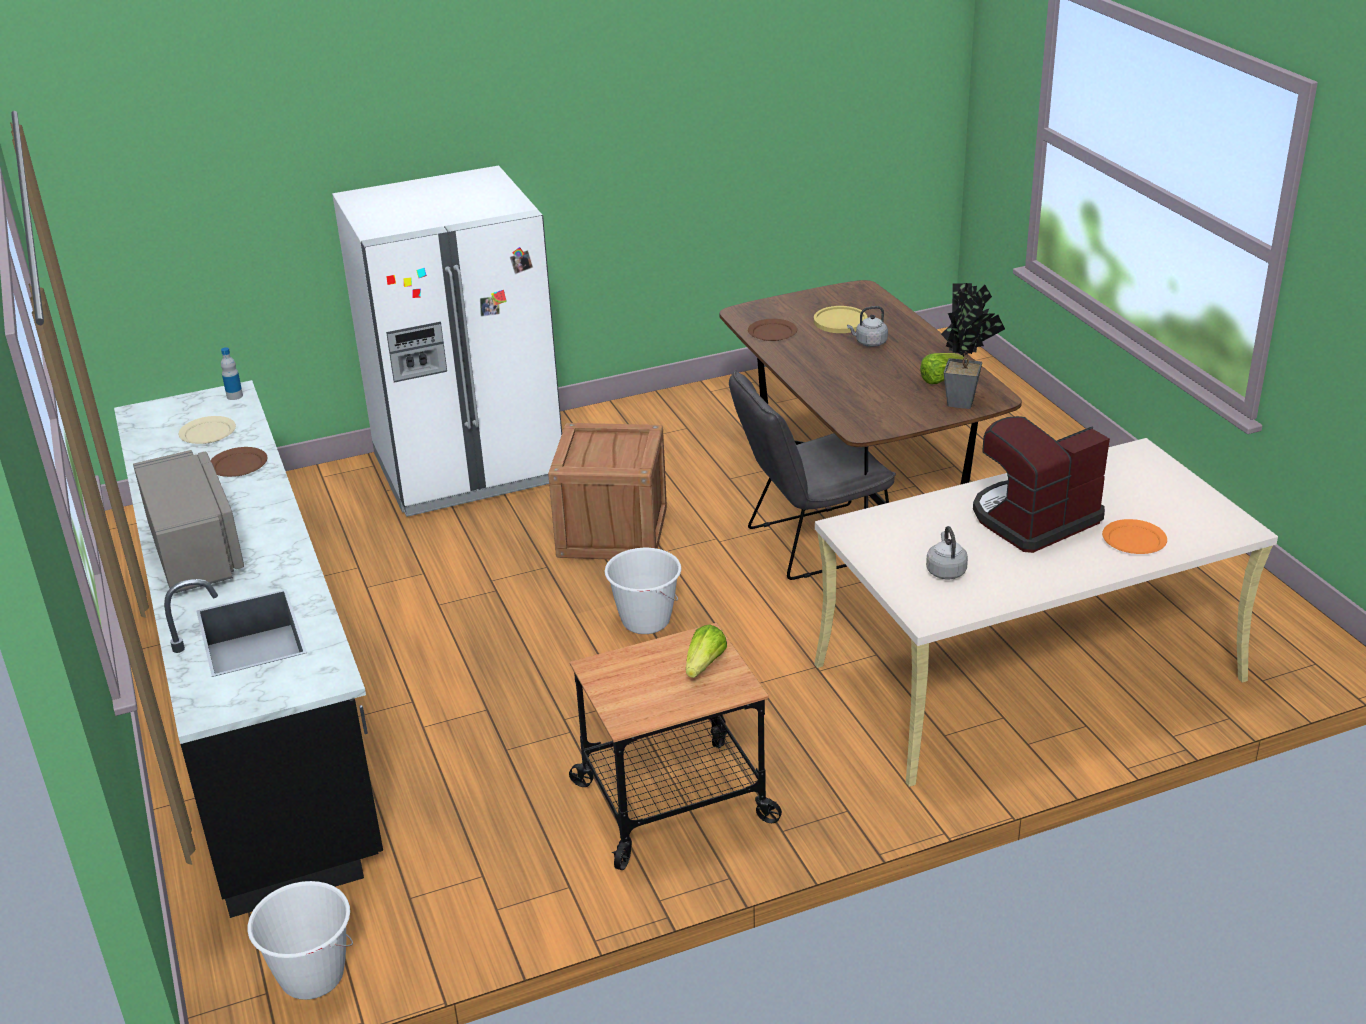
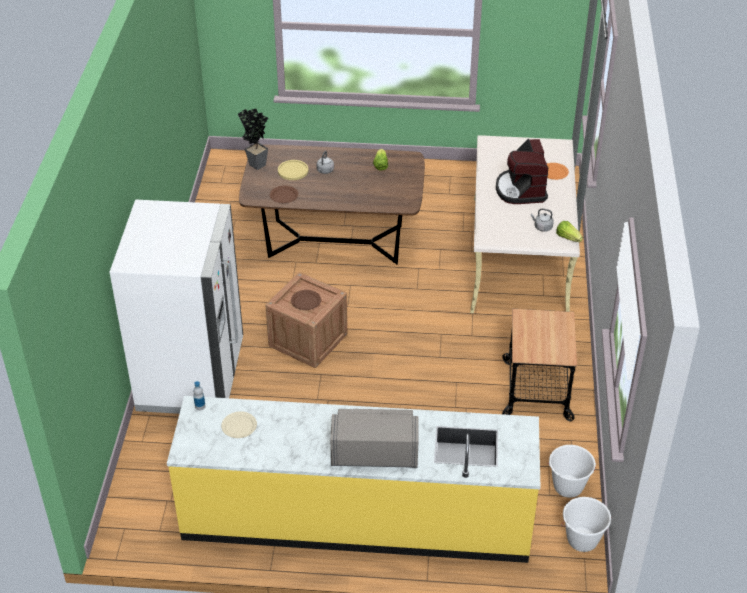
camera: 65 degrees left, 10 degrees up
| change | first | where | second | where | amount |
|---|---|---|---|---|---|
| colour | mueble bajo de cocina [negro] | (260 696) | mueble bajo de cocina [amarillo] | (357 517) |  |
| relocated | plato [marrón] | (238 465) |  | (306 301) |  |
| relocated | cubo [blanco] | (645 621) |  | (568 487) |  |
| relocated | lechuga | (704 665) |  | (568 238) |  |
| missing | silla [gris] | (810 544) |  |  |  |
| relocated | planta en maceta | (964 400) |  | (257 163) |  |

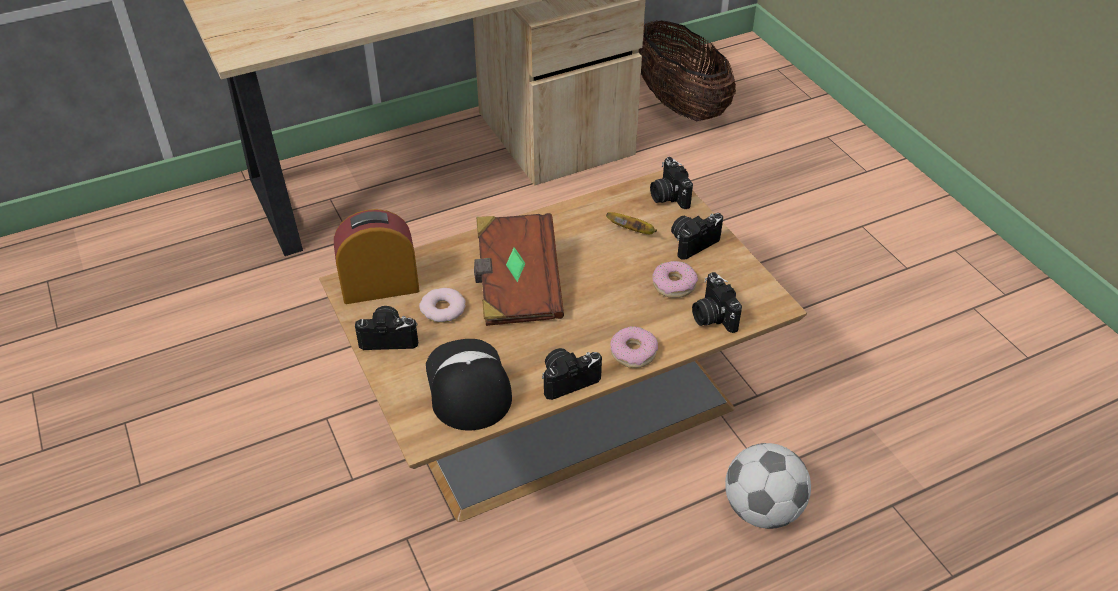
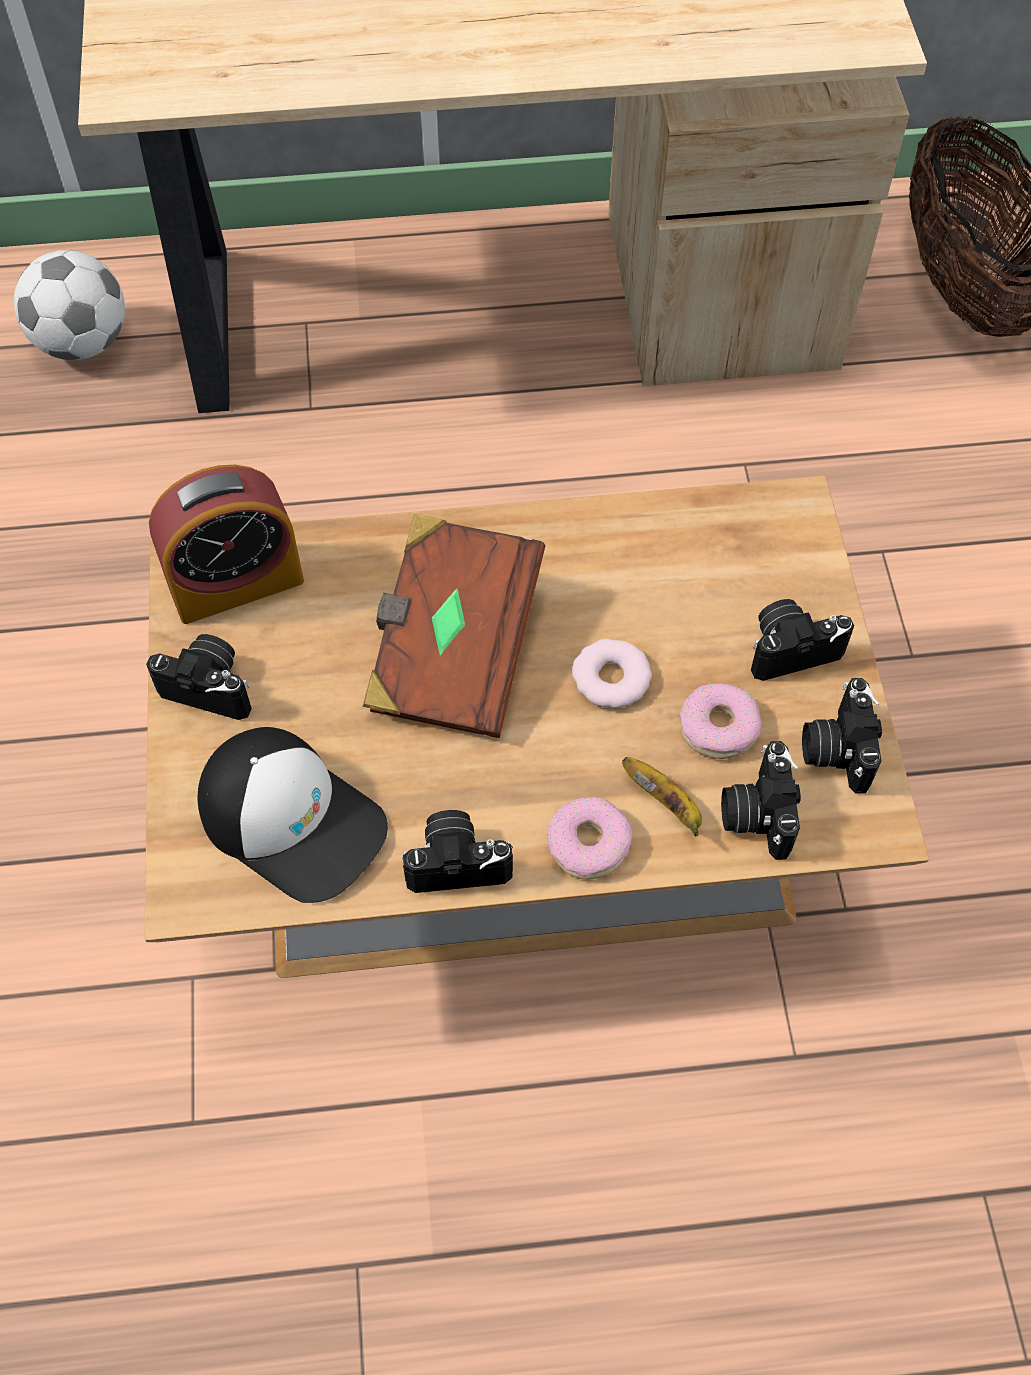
camera: 20 degrees right, 15 degrees up
| change | first | where | second | where | amount |
|---|---|---|---|---|---|
| spun | despertador | (380 287) |  | (236 583) | 150 degrees clockwise |
| relocated | rosquilla | (442 309) |  | (610 678) |  |
| spun | gorra | (467 385) |  | (293 819) | 120 degrees clockwise |
| relocated | plátano | (632 230) |  | (665 802) |  |
| relocated | cámara | (668 196) |  | (836 749) |  |
| relocated | balón de fútbol | (762 509) |  | (82 343) |  |

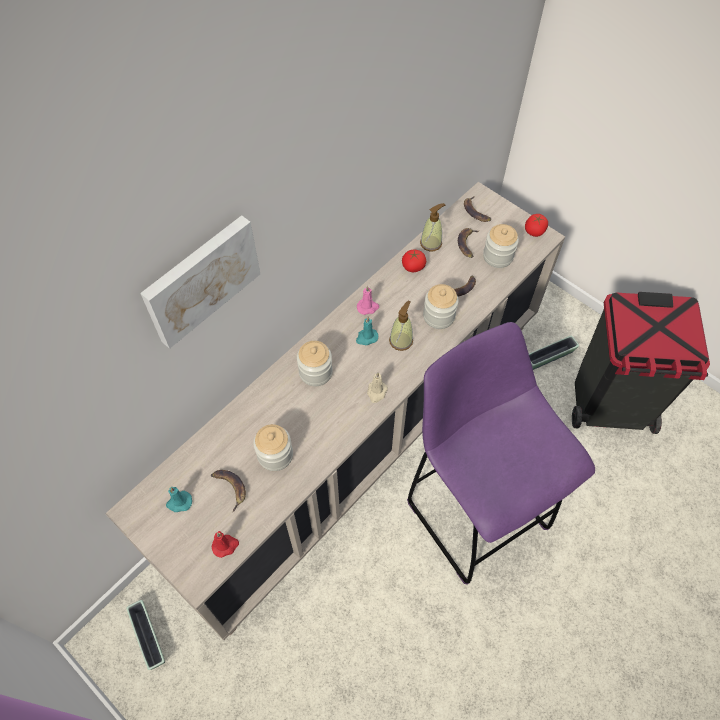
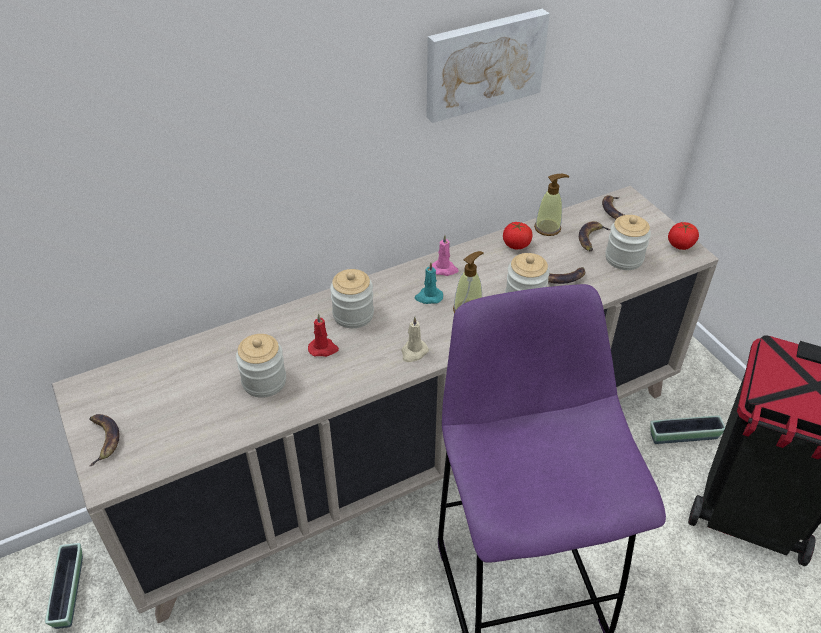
camera: 20 degrees right, 15 degrees down
| change | first | where | second | where | amount |
|---|---|---|---|---|---|
| relocated | cuadro | (200 279) |  | (483 63) |  |
| missing | vela [turquesa] | (179 502) |  |  |  |
| relocated | plátano | (229 488) |  | (103 439) |  |
| relocated | vela [rojo] | (225 545) |  | (323 349) |  |

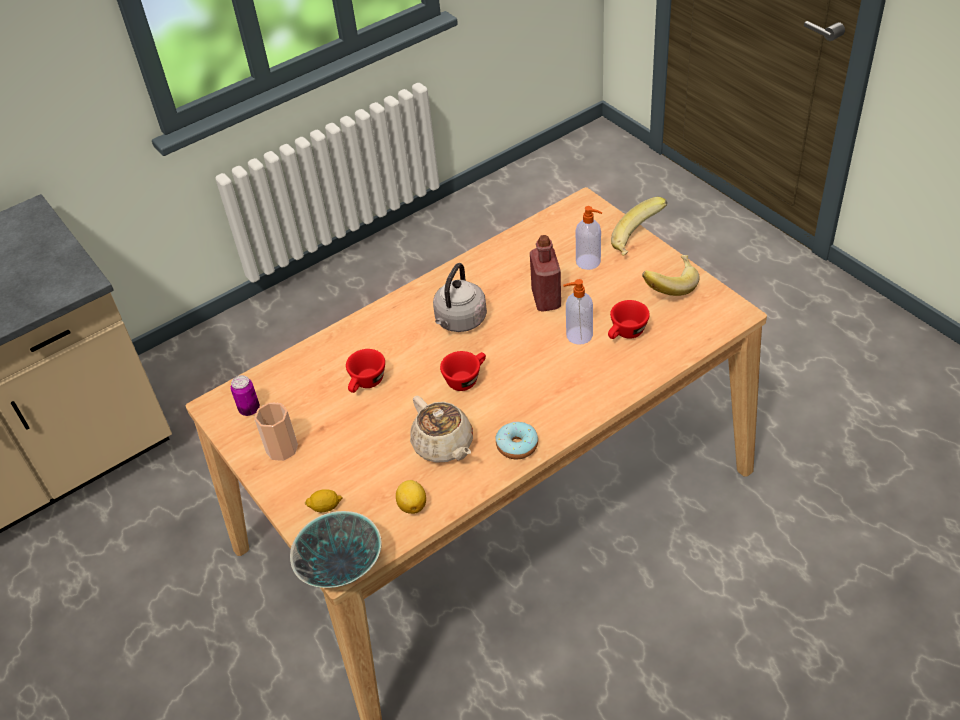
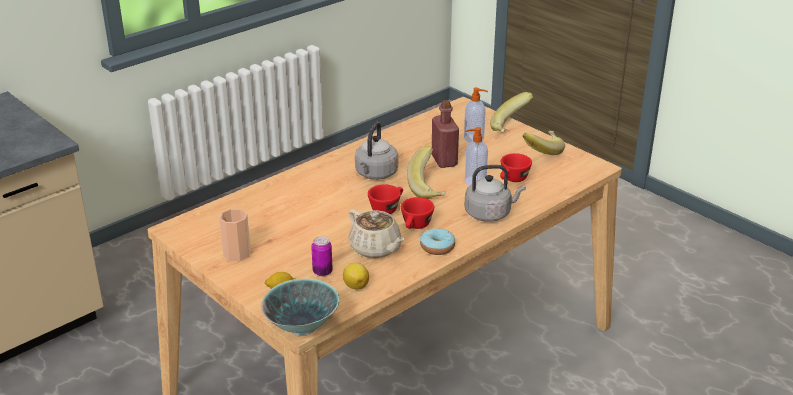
camera: 10 degrees left, 15 degrees down
| change | first | where | second | where | amount |
|---|---|---|---|---|---|
| relocated | lata | (249 409) |  | (322 272) |  |
| relocated | taza [rojo] | (366 384) |  | (416 226) |  |
| appeared |  |  | plátano | (430 188) |  |
| appeared |  |  | hervidor [gris] | (490 213) |  |

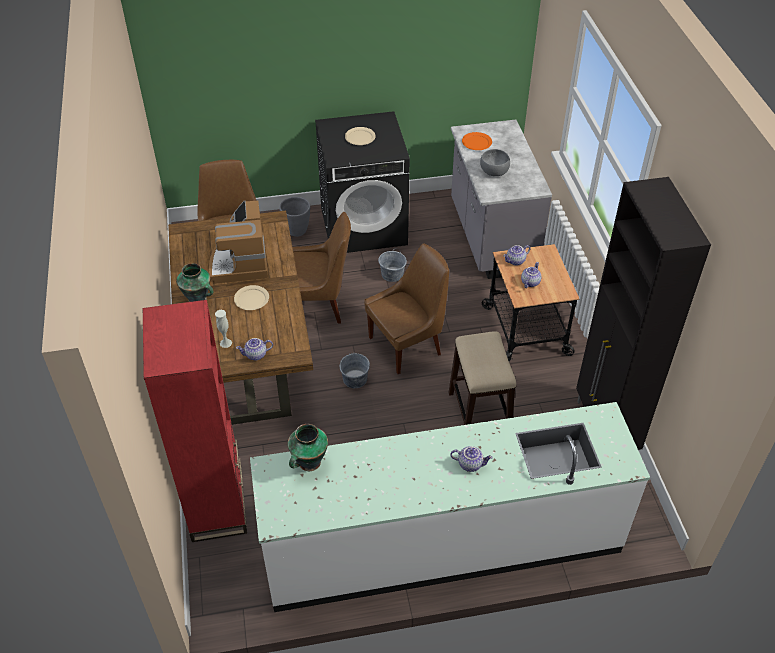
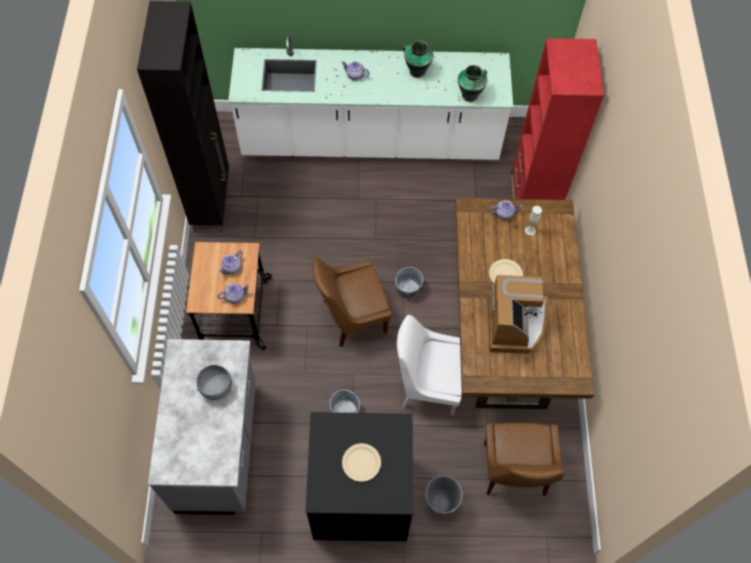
camera: 170 degrees left, 15 degrees up
| change | first | where | second | where | amount |
|---|---|---|---|---|---|
| relocated | florero | (198 299) |  | (416 71) |  |
| colour | silla [marrón] | (319 304) | silla [blanco] | (428 384) |  |
| missing | taburete | (478 415) |  |  |  |
| missing | plato [naranja] | (476 142) |  |  |  |

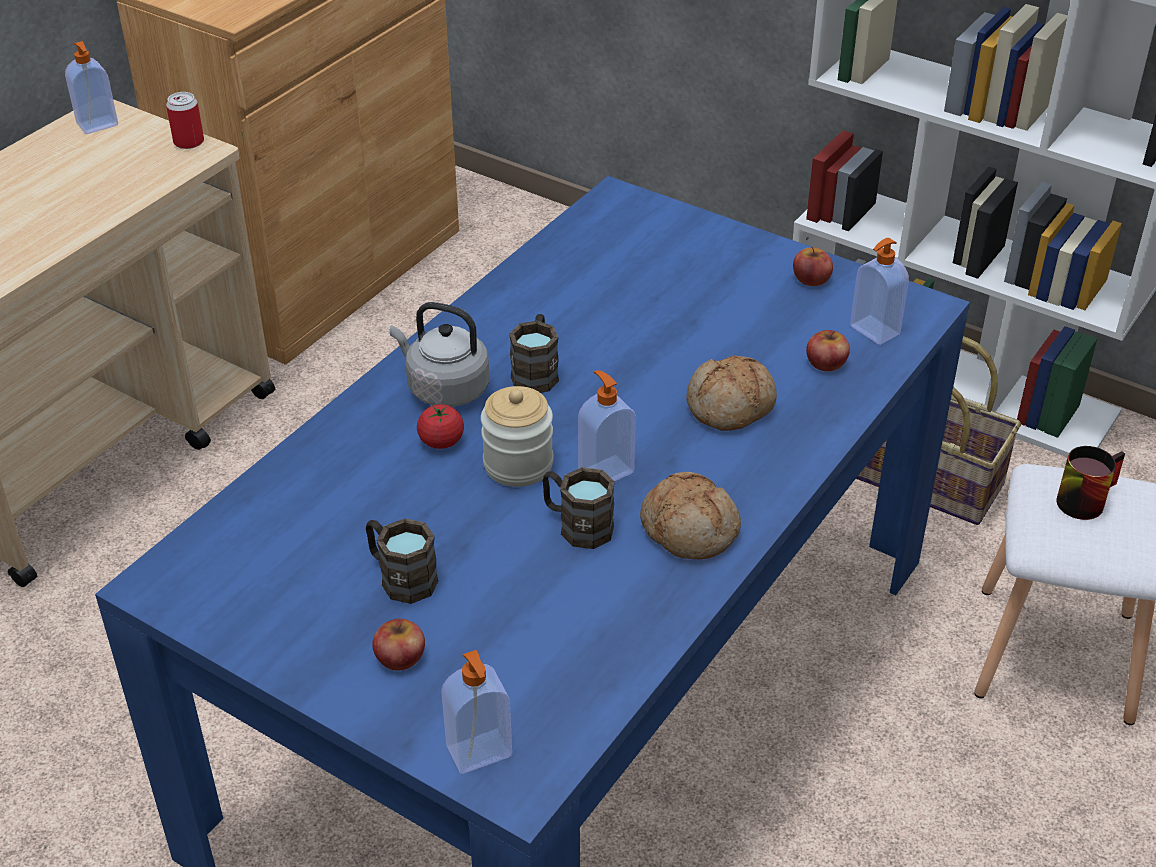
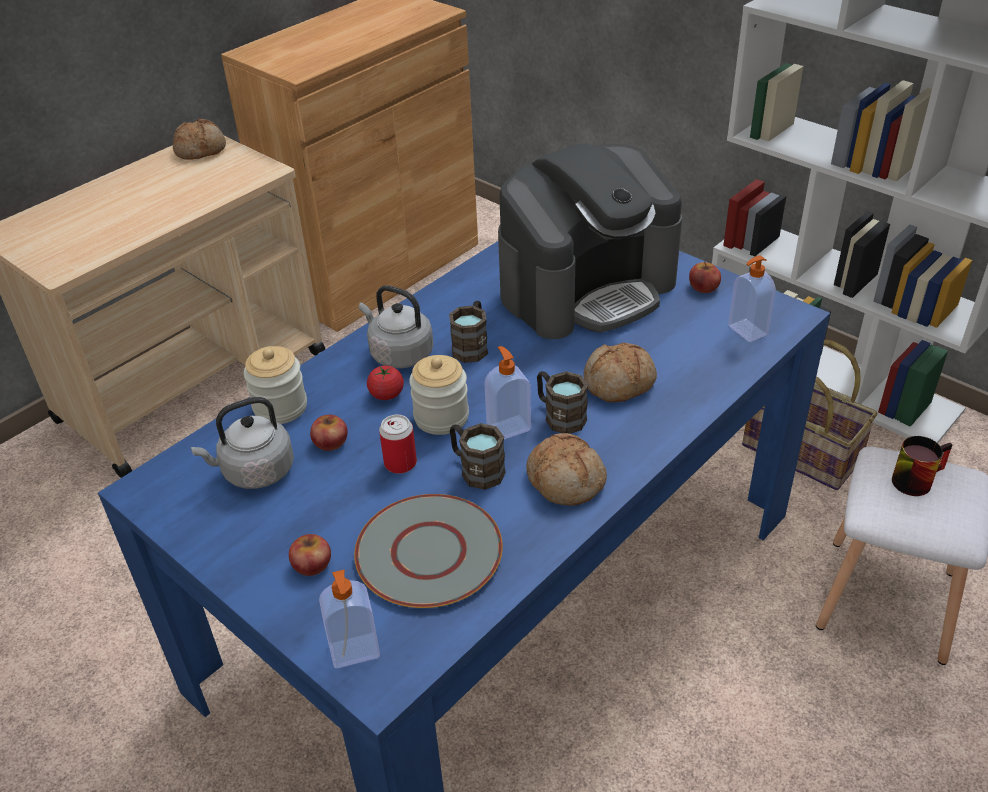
camera: 10 degrees right, 0 degrees up
| change | first | where | second | where | amount |
|---|---|---|---|---|---|
| exchanged | dispensador de jabón | (98 125) | pan | (201 149) |  |
| relocated | lata | (189 142) |  | (400 463) |  |
| relocated | taza grande [marrón] | (400 577) |  | (559 415) |  |
| relocated | manzana | (826 362) |  | (330 442) |  |
| appeared |  |  | hervidor [gris] | (254 472) |  |
| appeared |  |  | tarro | (280 407) |  |
| appeared |  |  | plato [gris] | (430 552) |  |
| appeared |  |  | cafetera | (587 288) |  |

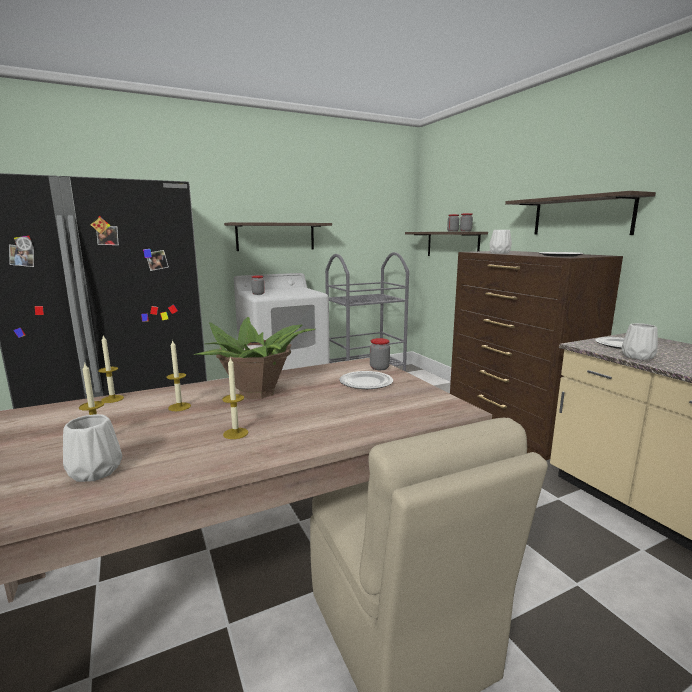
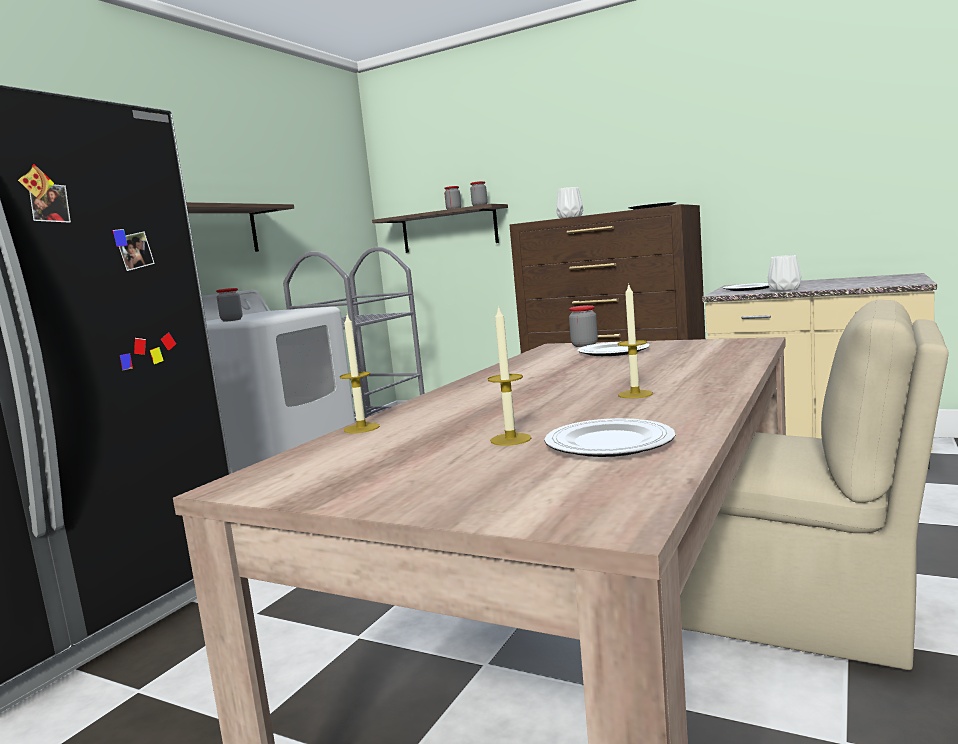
camera: 35 degrees left, 5 degrees down
| change | first | where | second | where | amount |
|---|---|---|---|---|---|
| exchanged | florero [blanco] | (93 471) | plato | (608 443) |  |
| missing | vela | (179 407) |  |  |  |
| missing | planta en maceta | (257 393) |  |  |  |
| missing | estante | (581 216) |  |  |  |

